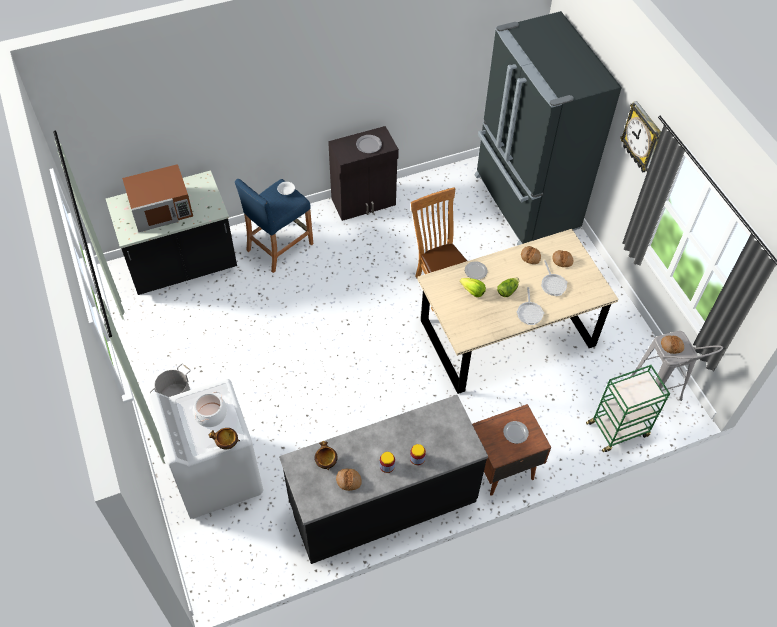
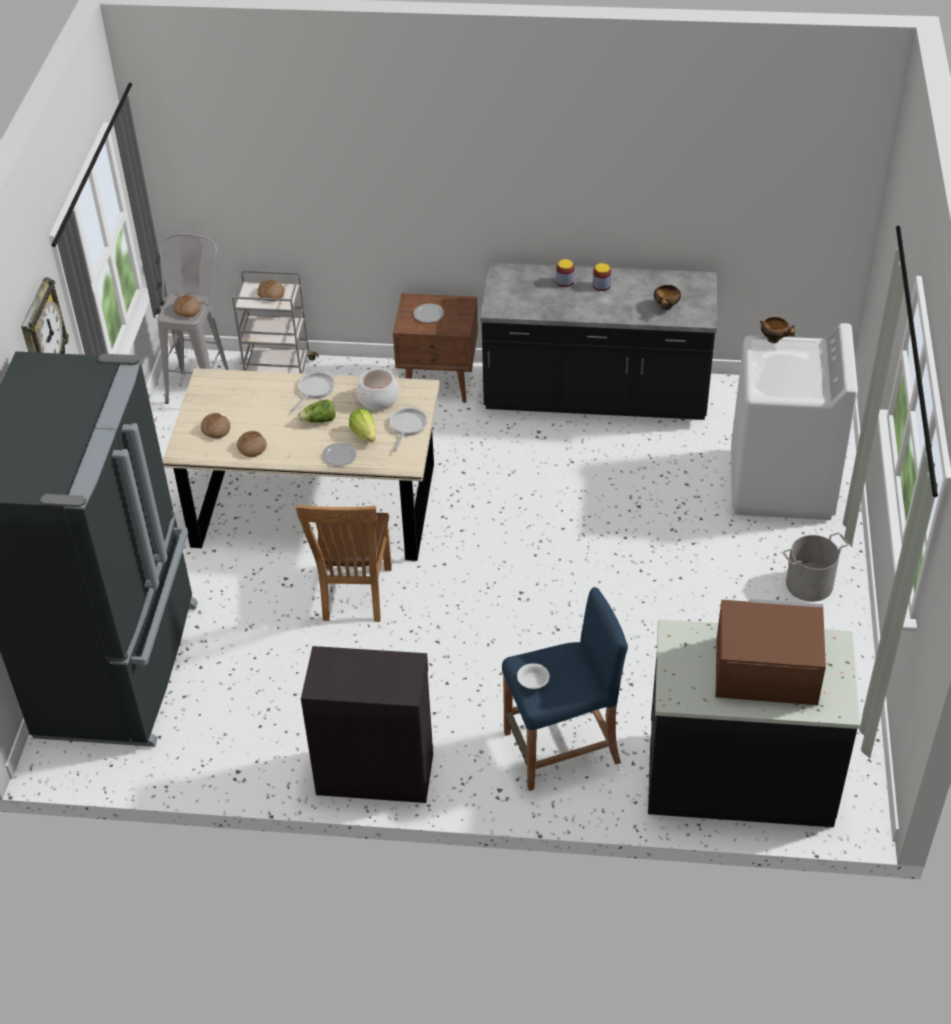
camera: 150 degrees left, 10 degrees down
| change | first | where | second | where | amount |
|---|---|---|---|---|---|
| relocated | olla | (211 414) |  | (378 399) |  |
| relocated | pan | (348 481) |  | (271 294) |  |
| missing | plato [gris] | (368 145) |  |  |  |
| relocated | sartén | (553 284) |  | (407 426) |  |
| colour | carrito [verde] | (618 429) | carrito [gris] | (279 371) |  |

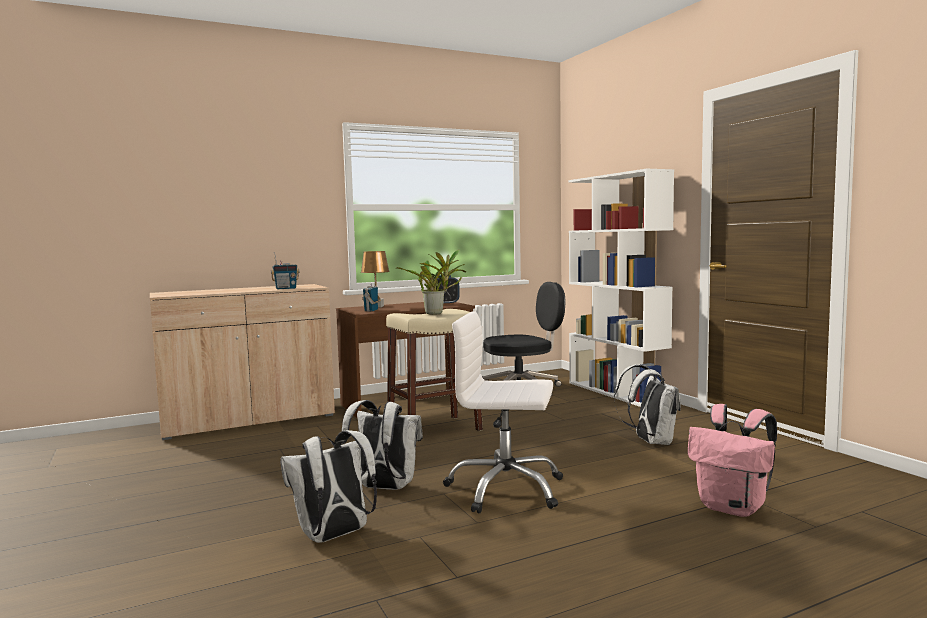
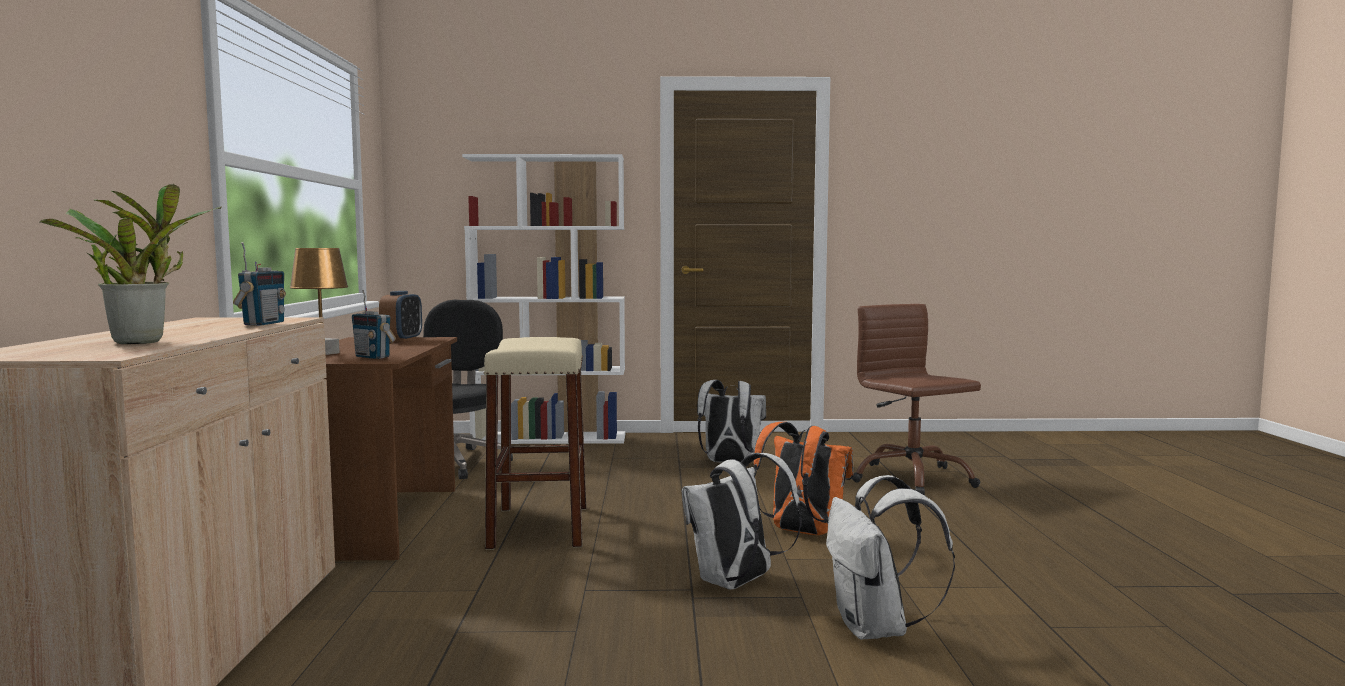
camera: 65 degrees left, 0 degrees up
| change | first | where | second | where | amount |
|---|---|---|---|---|---|
| relocated | planta en maceta | (436 313) |  | (143 341) |  |
| exchanged | silla de oficina [blanco] | (505 489) | mochila [naranja] | (801 532) |  |
| exchanged | mochila [rosa] | (733 508) | silla de oficina [marrón] | (911 479) |  |

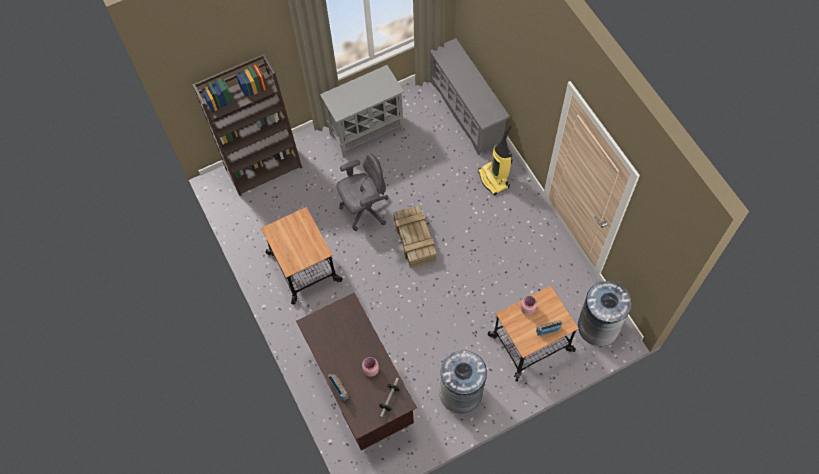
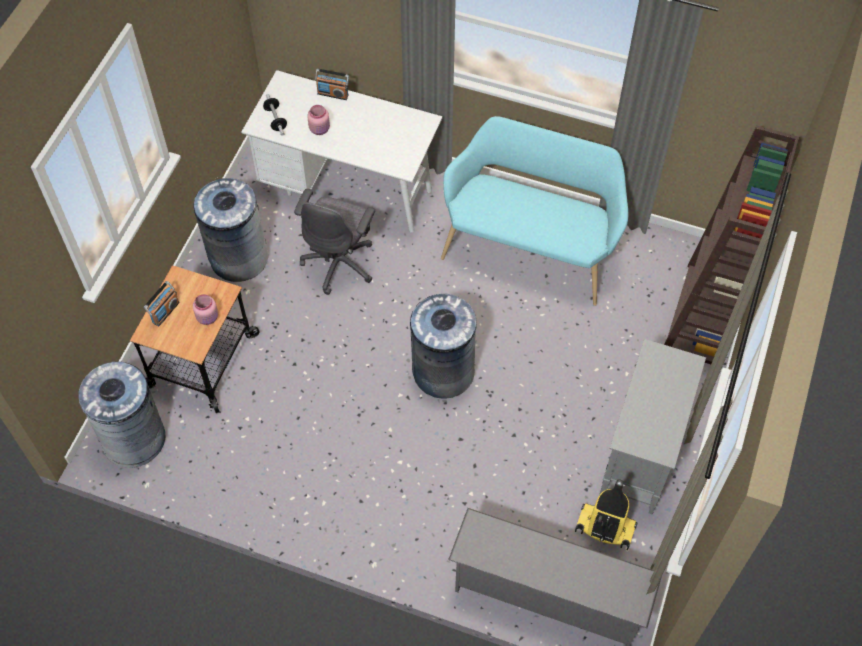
camera: 135 degrees right, 5 degrees down
| change | first | where | second | where | amount |
|---|---|---|---|---|---|
| exchanged | carrito | (303 267) | banco [turquesa] | (530 248) |  |
| colour | escritorio [marrón] | (360 387) | escritorio [blanco] | (348 189) |  |
| relocated | silla de oficina [gris] | (364 209) |  | (340 263) |  |
| exchanged | caja de embalaje | (414 239) | papelera [gris] | (443 372) |  |
| relocated | aspiradora | (494 179) |  | (604 529) |  |

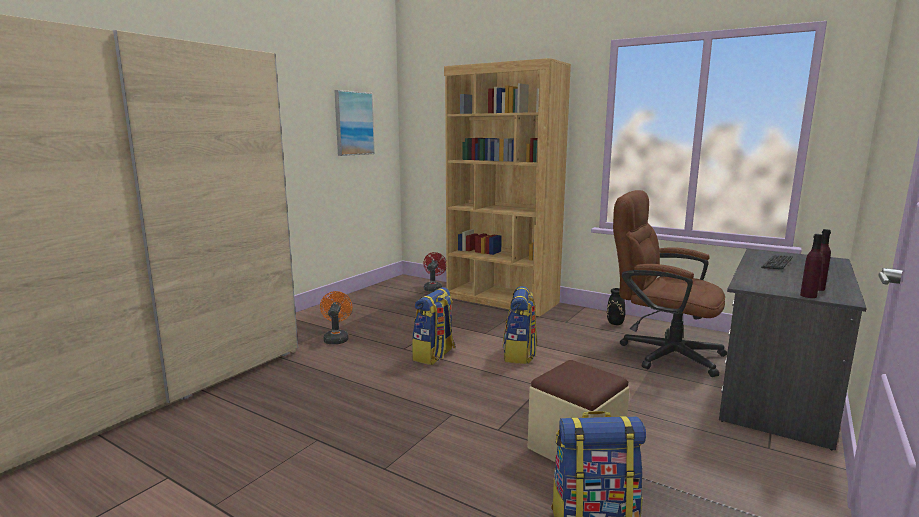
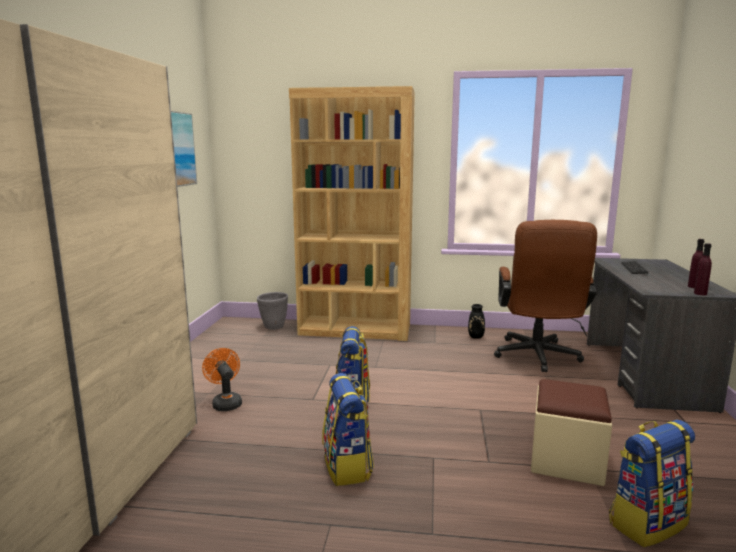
camera: 25 degrees left, 0 degrees up
| change | first | where | second | where | amount |
|---|---|---|---|---|---|
| exchanged | ventilador [rojo] | (433 288) | maceta [gris] | (273 327) |  |
| relocated | mochila | (519 355) |  | (348 467) |  |
| spun | silla de oficina [marrón] | (661 353) |  | (537 358) | 90 degrees counterclockwise |

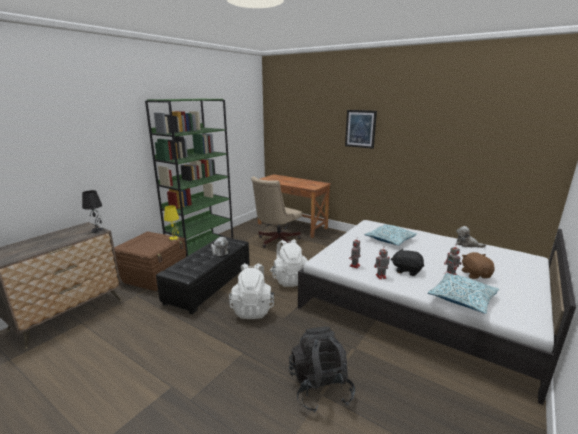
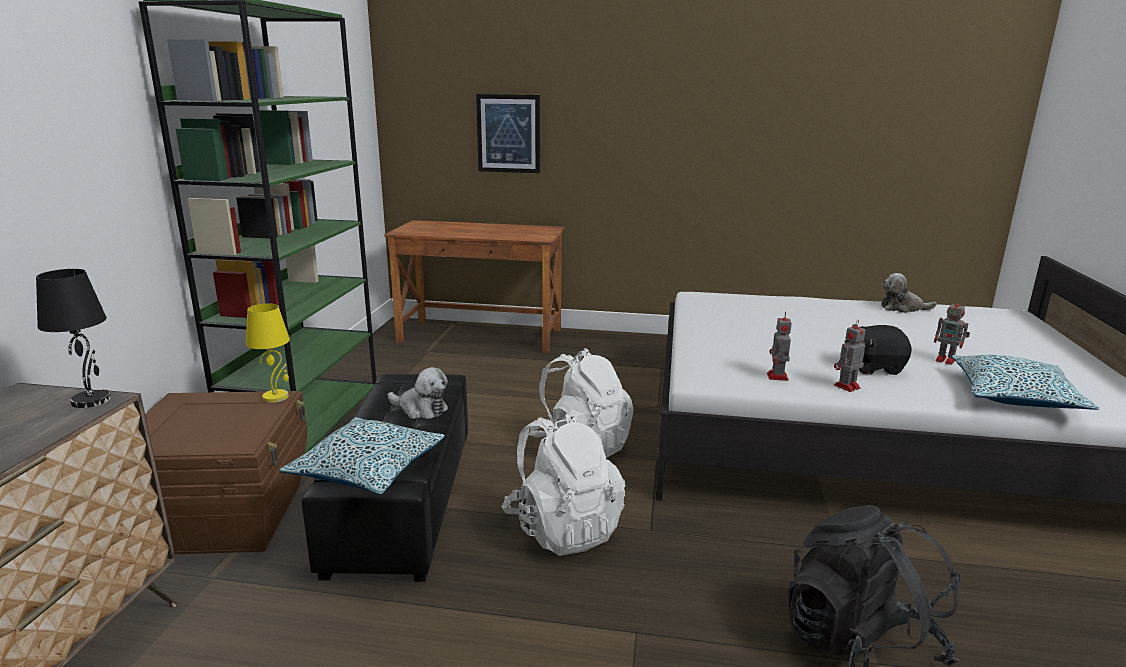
camera: 25 degrees left, 0 degrees up
| change | first | where | second | where | amount |
|---|---|---|---|---|---|
| missing | silla de oficina [beis] | (276 241) |  |  |  |
| relocated | cuadro | (360 129) |  | (508 133) |  |
| relocated | cojín | (390 240) |  | (368 469) |  |
| missing | peluche [marrón] | (475 274) |  |  |  |

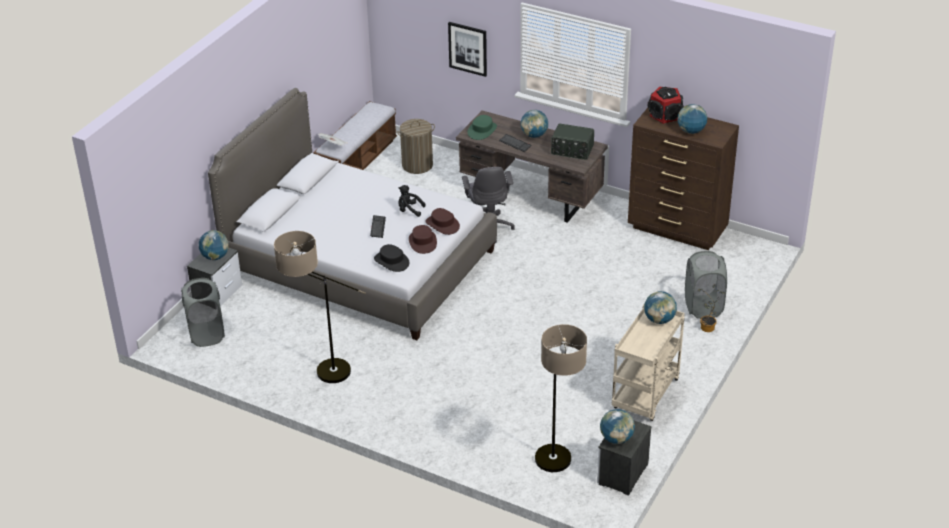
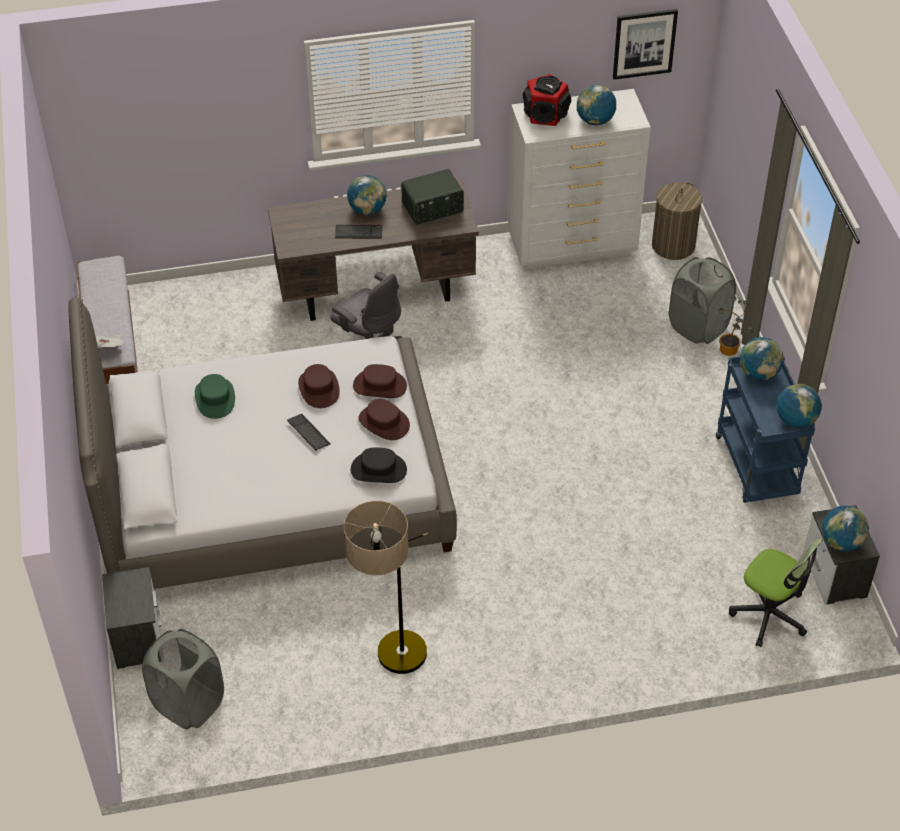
camera: 40 degrees left, 10 degrees up
| change | first | where | second | where | amount |
|---|---|---|---|---|---|
| relocated | globo terráqueo | (215 257) |  | (795 420) |  |
| relocated | cesto de la ropa | (417 165) |  | (673 245) |  |
| exchanged | peluche [negro] | (409 210) | sombrero [marrón] | (319 388) |  |
| relocated | cuadro | (468 48) |  | (644 43) |  |
| relocated | sombrero [verde] | (482 130) |  | (215 398) |  |
| exchanged | lámpara de pie | (556 469) | silla de oficina | (769 615) |  |
| colour | carrito [beis] | (646 395) | carrito [azul] | (757 468) |  |
| colour | cómoda [marrón] | (677 229) | cómoda [blanco] | (573 246) |  |

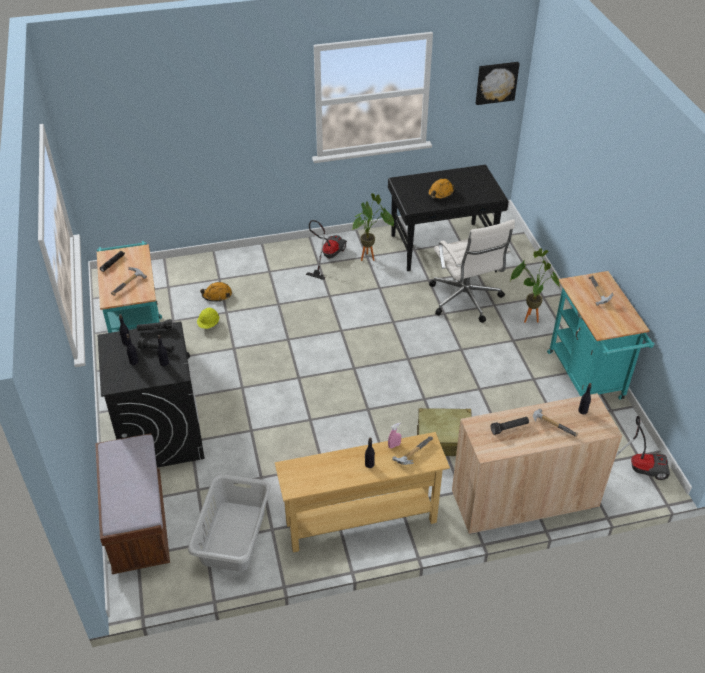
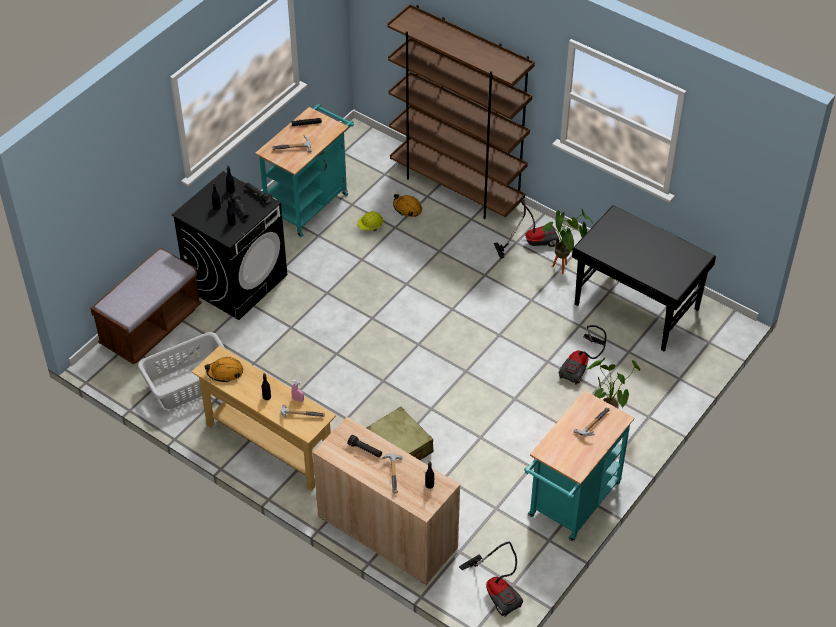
camera: 50 degrees right, 5 degrees up
| change | first | where | second | where | amount |
|---|---|---|---|---|---|
| relocated | casco [naranja] | (440 193) |  | (225 372) |  |
| exchanged | silla de oficina [blanco] | (465 300) | aspiradora | (581 365) |  |
| missing | cuadro | (496 82) |  |  |  |
| appeared |  |  | estantería [marrón] | (457 188) |  |

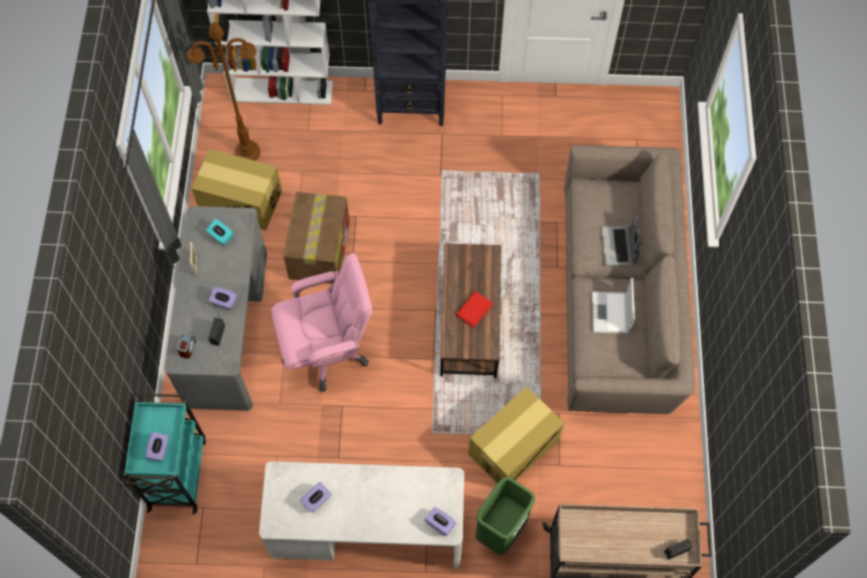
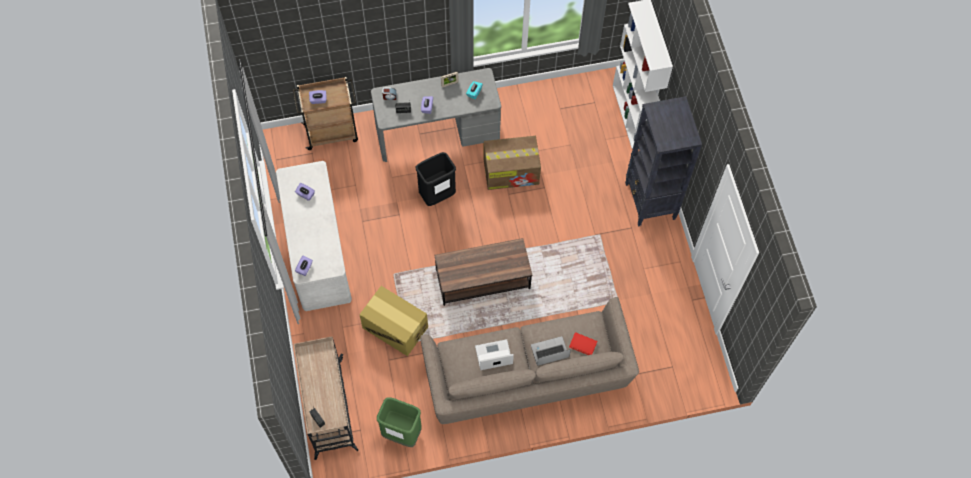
camera: 75 degrees right, 0 degrees up
| change | first | where | second | where | amount |
|---|---|---|---|---|---|
| colour | carrito [turquesa] | (177 472) | carrito [marrón] | (332 132) |  |
| missing | lámpara de pie [marrón] | (247 152) |  |  |  |
| missing | caja de cartón | (241 201) |  |  |  |
| exchanged | silla de oficina [rosa] | (327 350) | papelera [negro] | (437 195) |  |
| relocated | libro [rojo] | (474 310) |  | (583 344) |  |
| relocated | papelera [verde] | (501 530) |  | (401 433) |  |

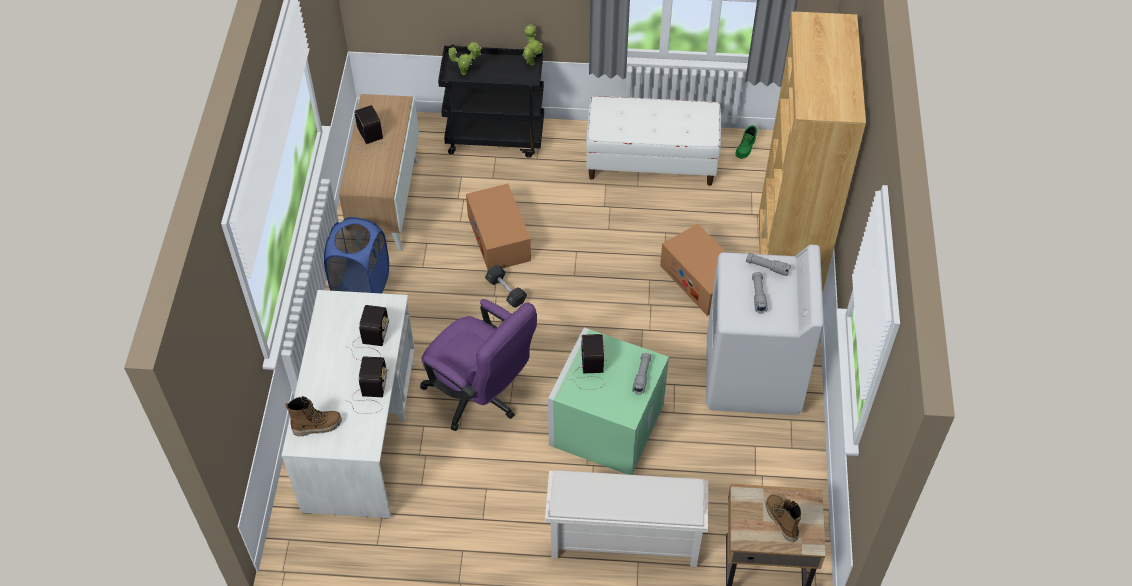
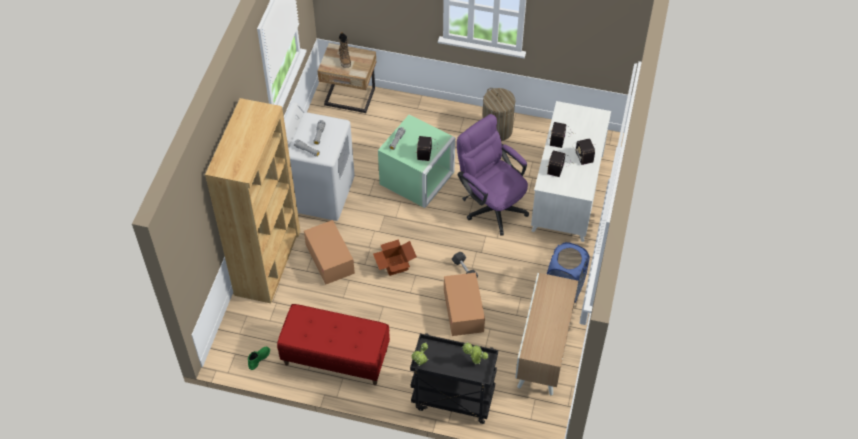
camera: 170 degrees left, 0 degrees up
| change | first | where | second | where | amount |
|---|---|---|---|---|---|
| missing | bota | (317 426) |  |  |  |
| relocated | radio | (371 140) |  | (583 151) |  |
| missing | zapatero [blanco] | (623 540) |  |  |  |
| colour | banco [blanco] | (651 162) | banco [rojo] | (335 357) |  |
| appeared |  |  | caja de cartón | (394 264) |  |
| appeared |  |  | cesto de la ropa | (497 130) |  |

